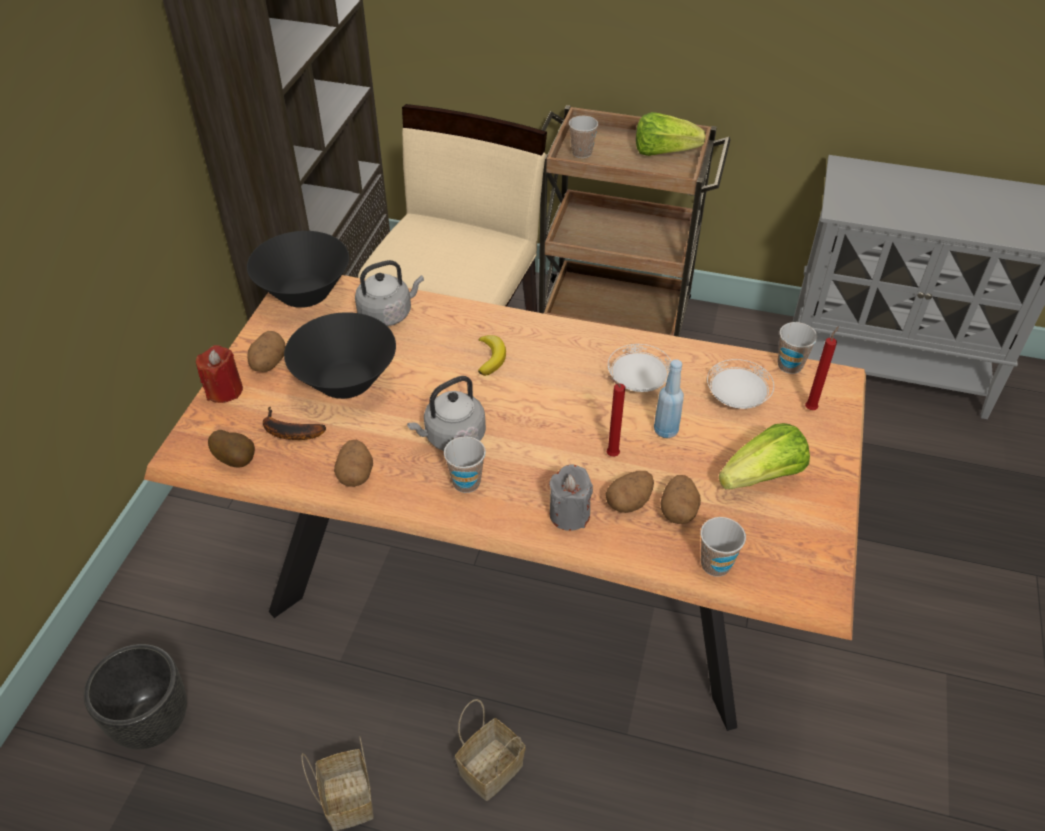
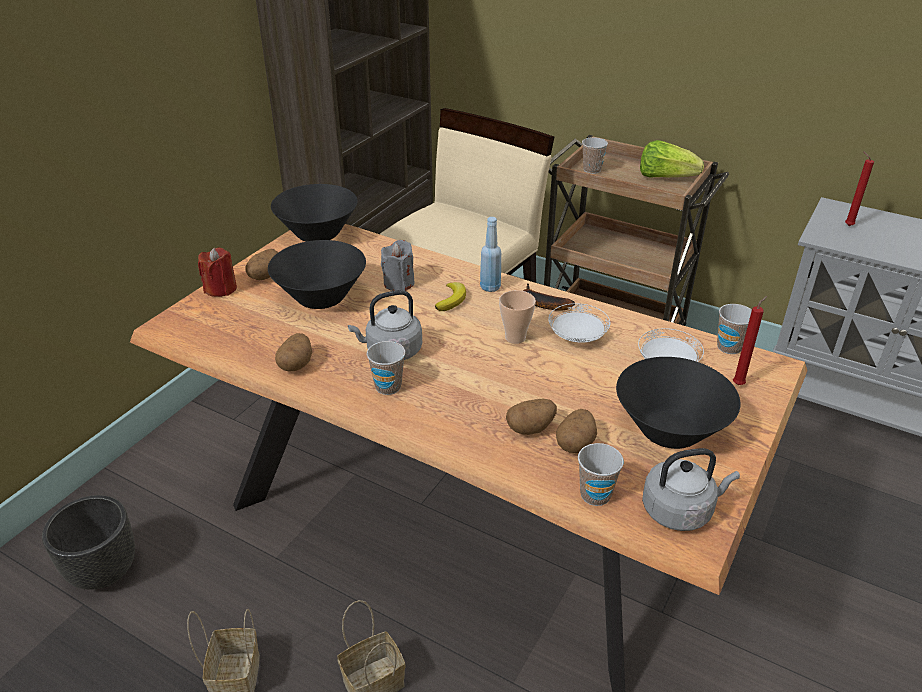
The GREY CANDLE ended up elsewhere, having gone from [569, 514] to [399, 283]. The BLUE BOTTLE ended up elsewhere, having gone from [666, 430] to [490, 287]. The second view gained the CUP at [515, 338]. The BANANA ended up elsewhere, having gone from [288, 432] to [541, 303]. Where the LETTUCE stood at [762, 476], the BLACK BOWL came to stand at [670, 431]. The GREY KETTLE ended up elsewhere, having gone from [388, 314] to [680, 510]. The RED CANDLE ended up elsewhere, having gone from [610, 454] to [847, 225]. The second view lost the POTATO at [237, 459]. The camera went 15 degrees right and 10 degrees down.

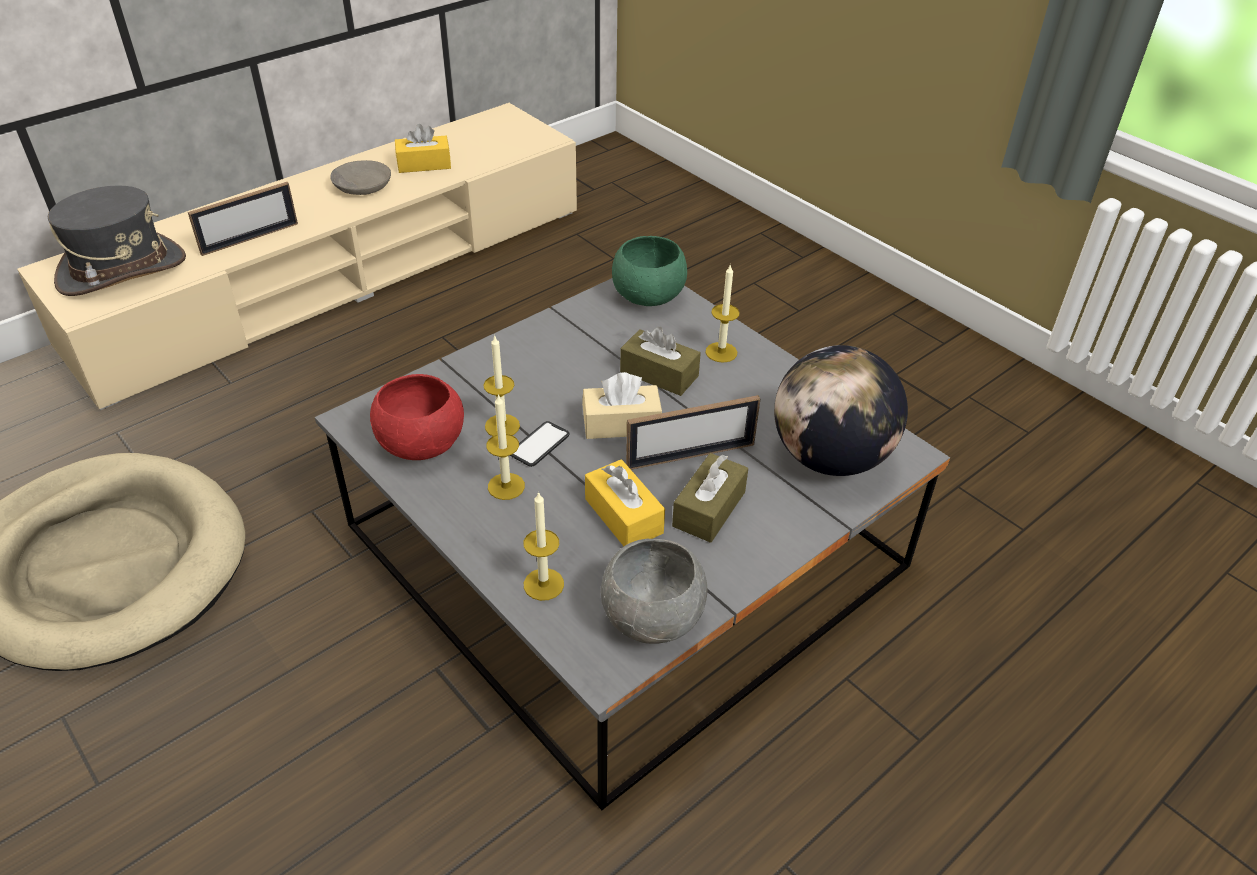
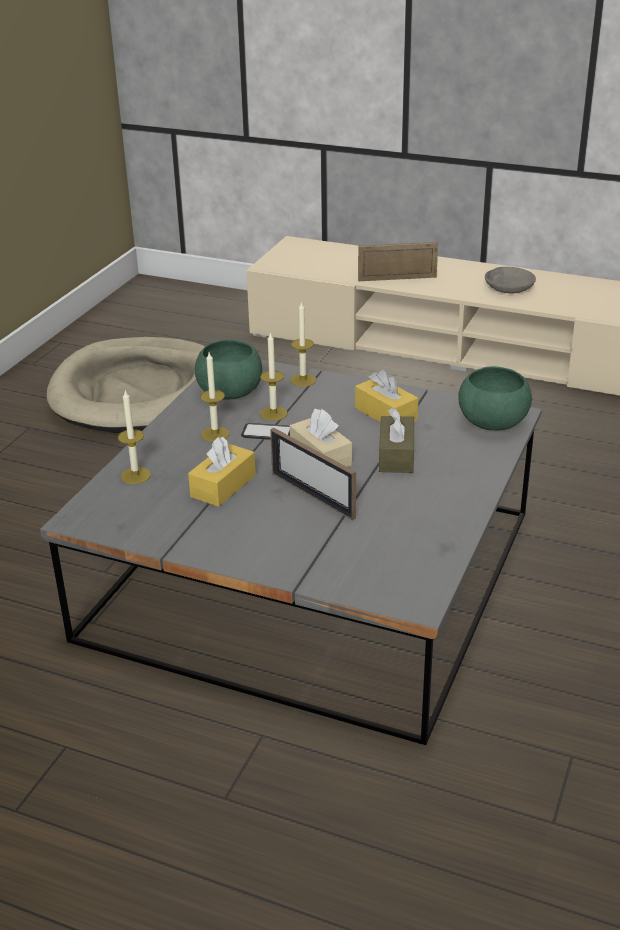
What was the RED BOWL at [422, 443] turned into the GREEN BOWL at [230, 393]. The CANDLE ended up elsewhere, having gone from [721, 352] to [303, 380]. The YELLOW TISSUE BOX ended up elsewhere, having gone from [424, 164] to [386, 414]. The PICTURE FRAME at [250, 238] ended up facing another way, 150 degrees clockwise from before. The second view lost the GREY HAT at [122, 271]. The second view lost the GREY BOWL at [653, 616]. The second view lost the BROWN TISSUE BOX at [709, 509]. The second view lost the GLOBE at [829, 457]. The camera went 65 degrees right and 10 degrees down.

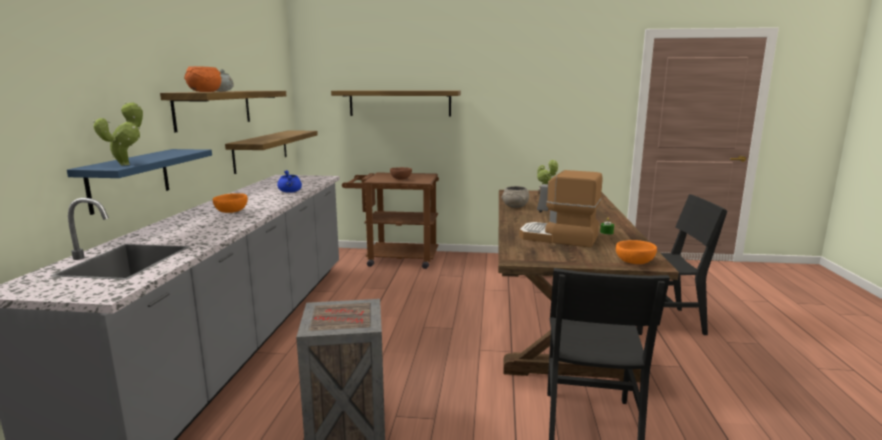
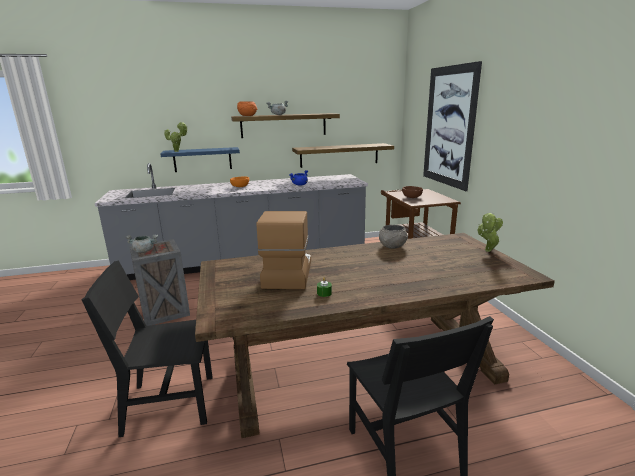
The second view gained the GREY COOKING POT at [144, 251]. Where the SHELF hung at [400, 103], the PICTURE came to hang at [449, 127]. The second view lost the ORANGE BOWL at [635, 262]. The camera went 70 degrees right and 5 degrees up.

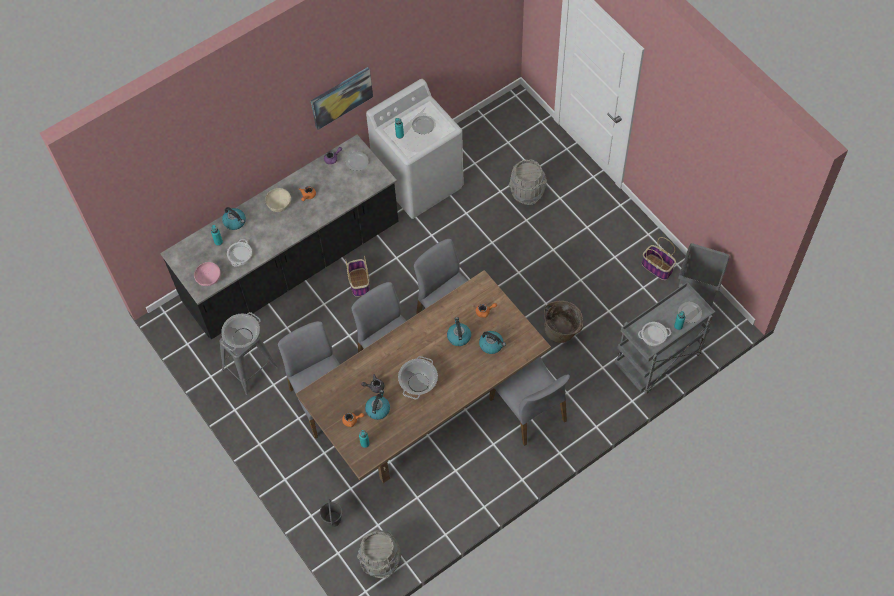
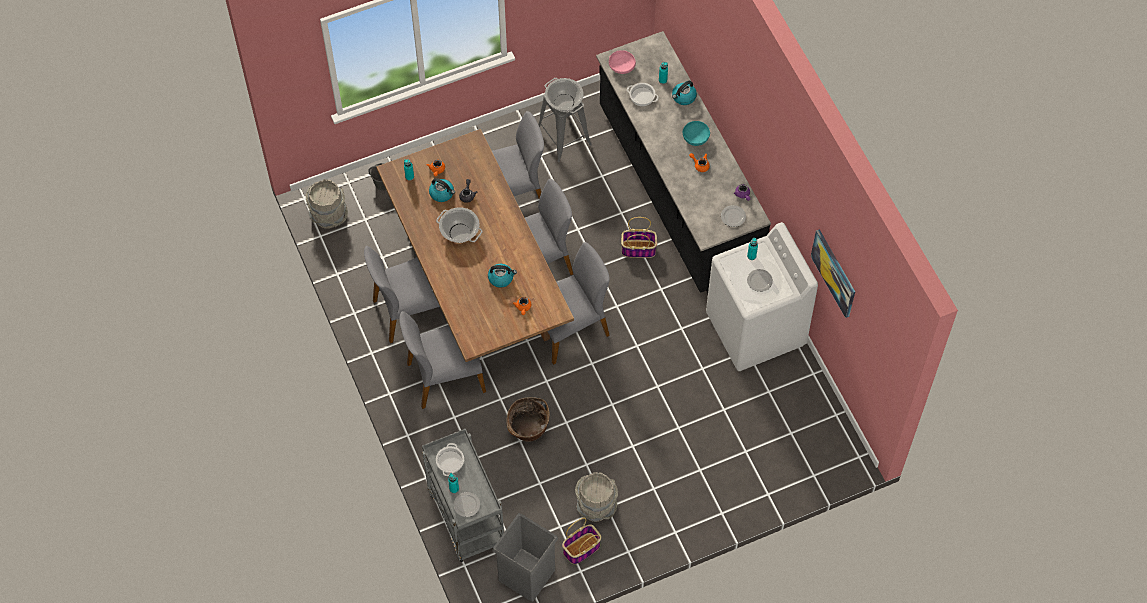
The second view gained the GREY CHAIR at [410, 311]. The GREY BUCKET ended up elsewhere, having gone from [527, 192] to [596, 506]. What was the BEIGE BOWL at [279, 204] turned into the TURQUOISE BOWL at [696, 138]. The PICTURE ended up elsewhere, having gone from [341, 97] to [834, 273]. The second view lost the KETTLE at [491, 345]. The camera went 100 degrees right and 0 degrees up.

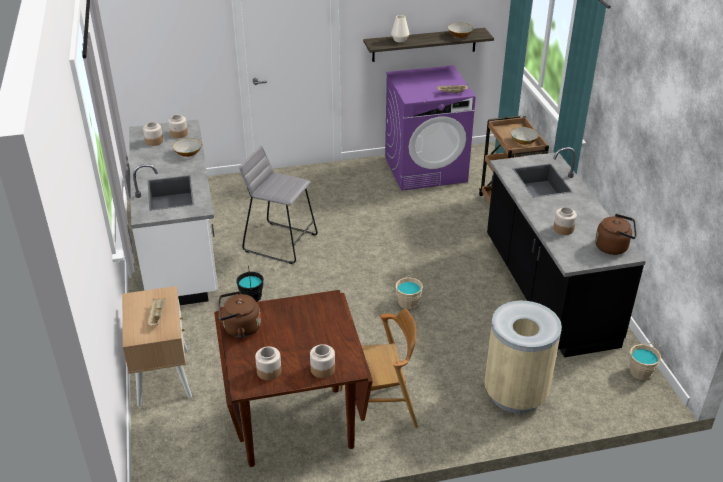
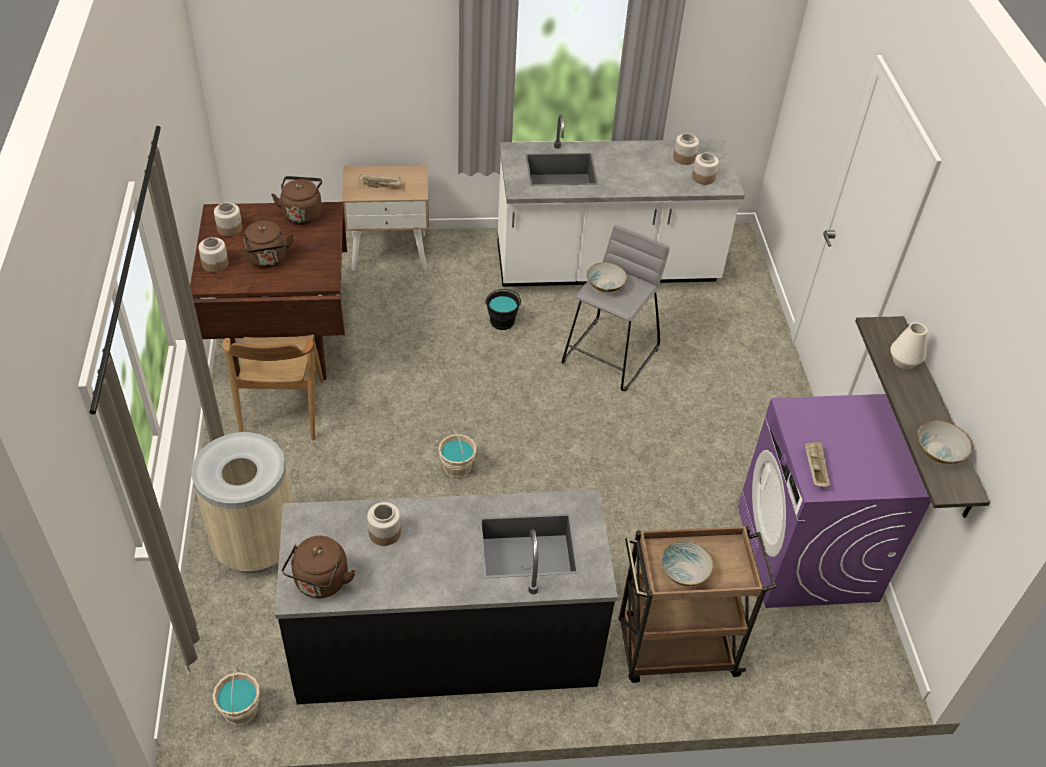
The second view gained the BROWN KETTLE at [267, 260]. The BOWL ended up elsewhere, having gone from [188, 153] to [605, 285]. The camera went 95 degrees right and 10 degrees up.

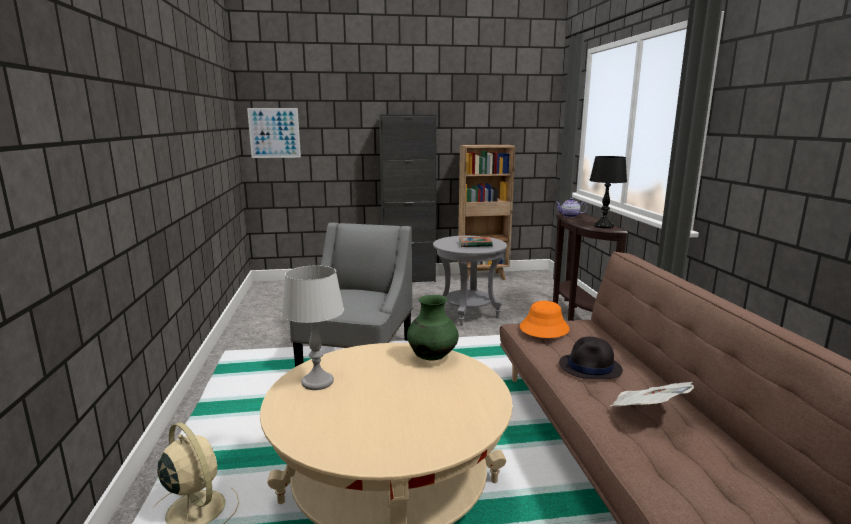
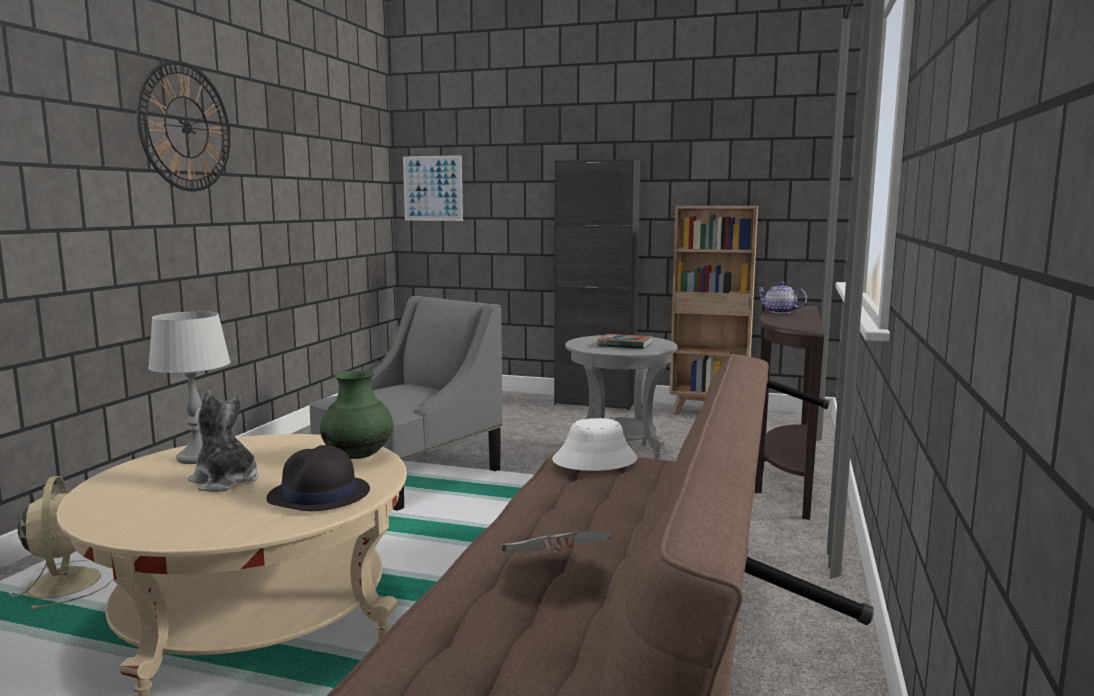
The second view gained the WALL CLOCK at [186, 127]. The second view gained the PLUSH TOY at [225, 482]. The BLACK HAT ended up elsewhere, having gone from [590, 367] to [319, 495]. What was the ORANGE HAT at [544, 328] turned into the WHITE HAT at [594, 460]. The second view lost the BLACK TABLE LAMP at [603, 226]. The camera went 25 degrees right and 5 degrees down.

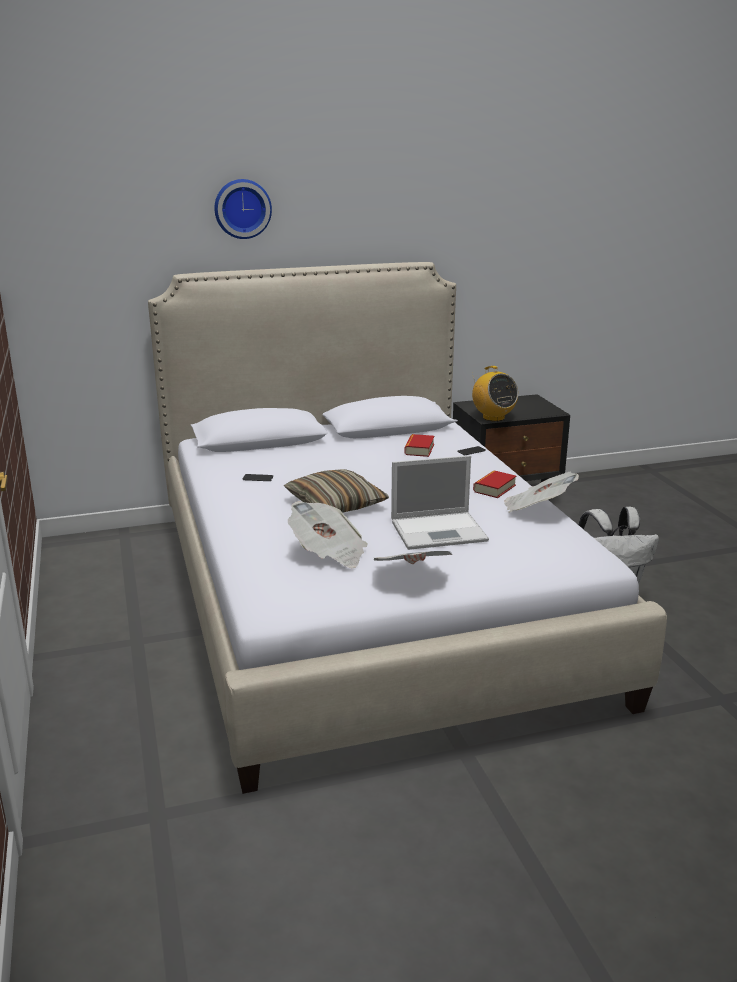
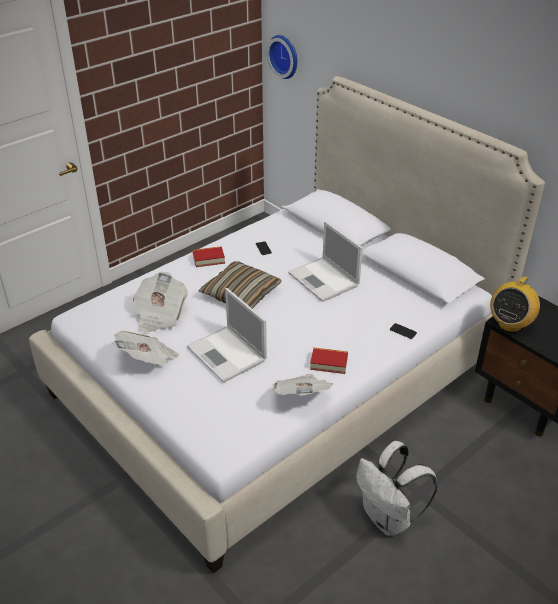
The BOOK ended up elsewhere, having gone from [419, 449] to [208, 259]. The WALL CLOCK ended up elsewhere, having gone from [242, 208] to [285, 56]. The second view gained the LAPTOP at [324, 280]. The camera went 65 degrees right and 15 degrees up.

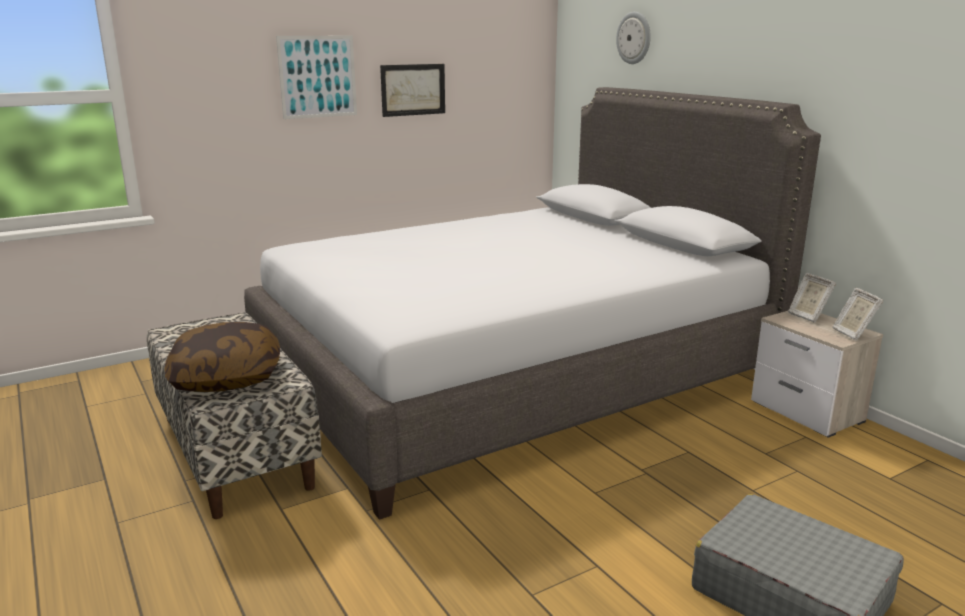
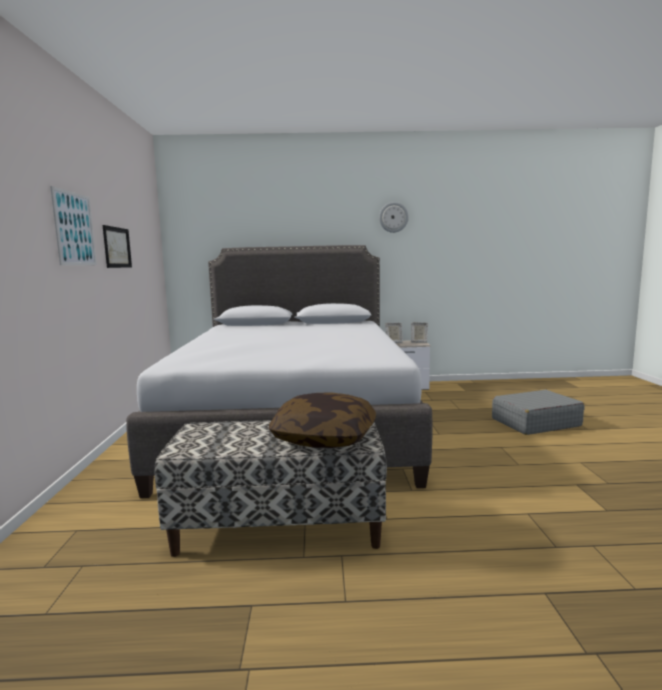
The WALL CLOCK ended up elsewhere, having gone from [634, 38] to [393, 217]. The camera went 60 degrees left and 10 degrees down.

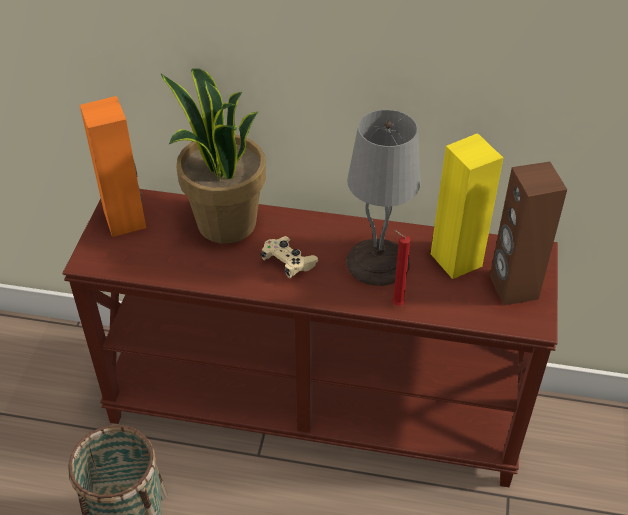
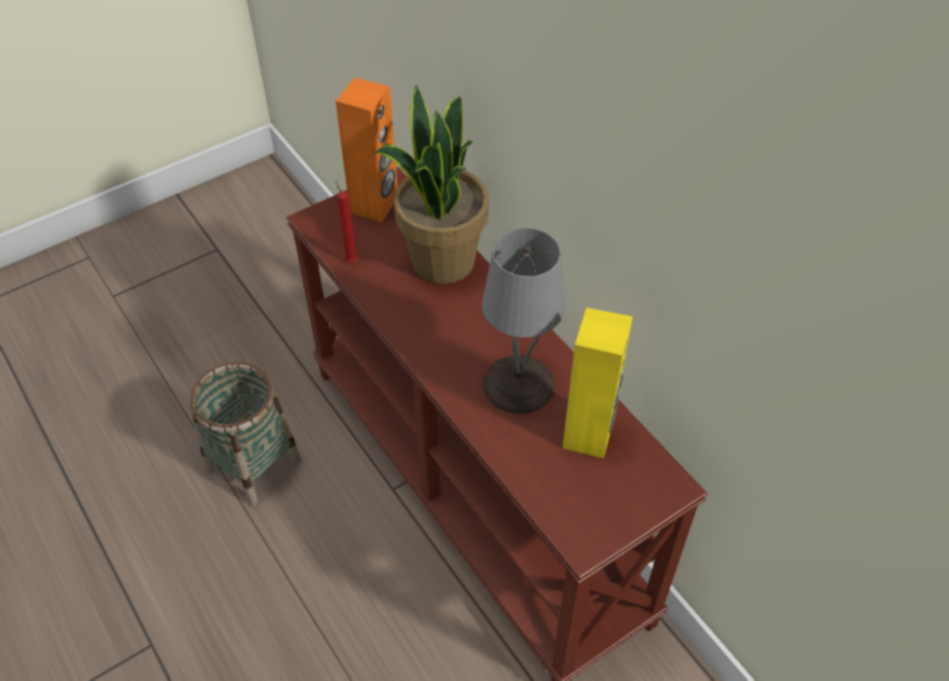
The RED CANDLE ended up elsewhere, having gone from [395, 304] to [350, 259]. The second view lost the BEIGE GAME CONTROLLER at [288, 263]. The second view lost the BROWN SPEAKER at [513, 287]. The camera went 45 degrees right and 5 degrees up.

